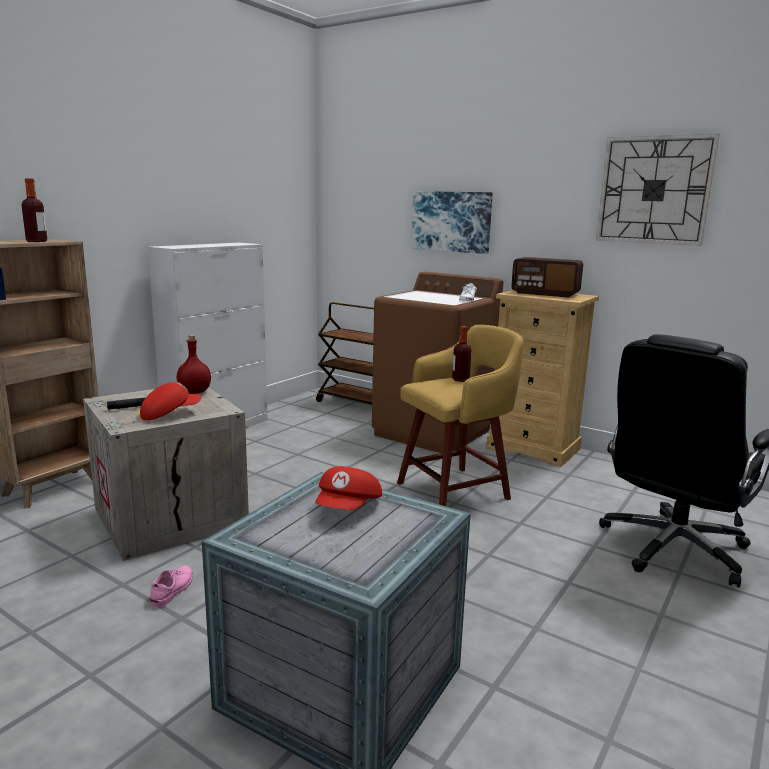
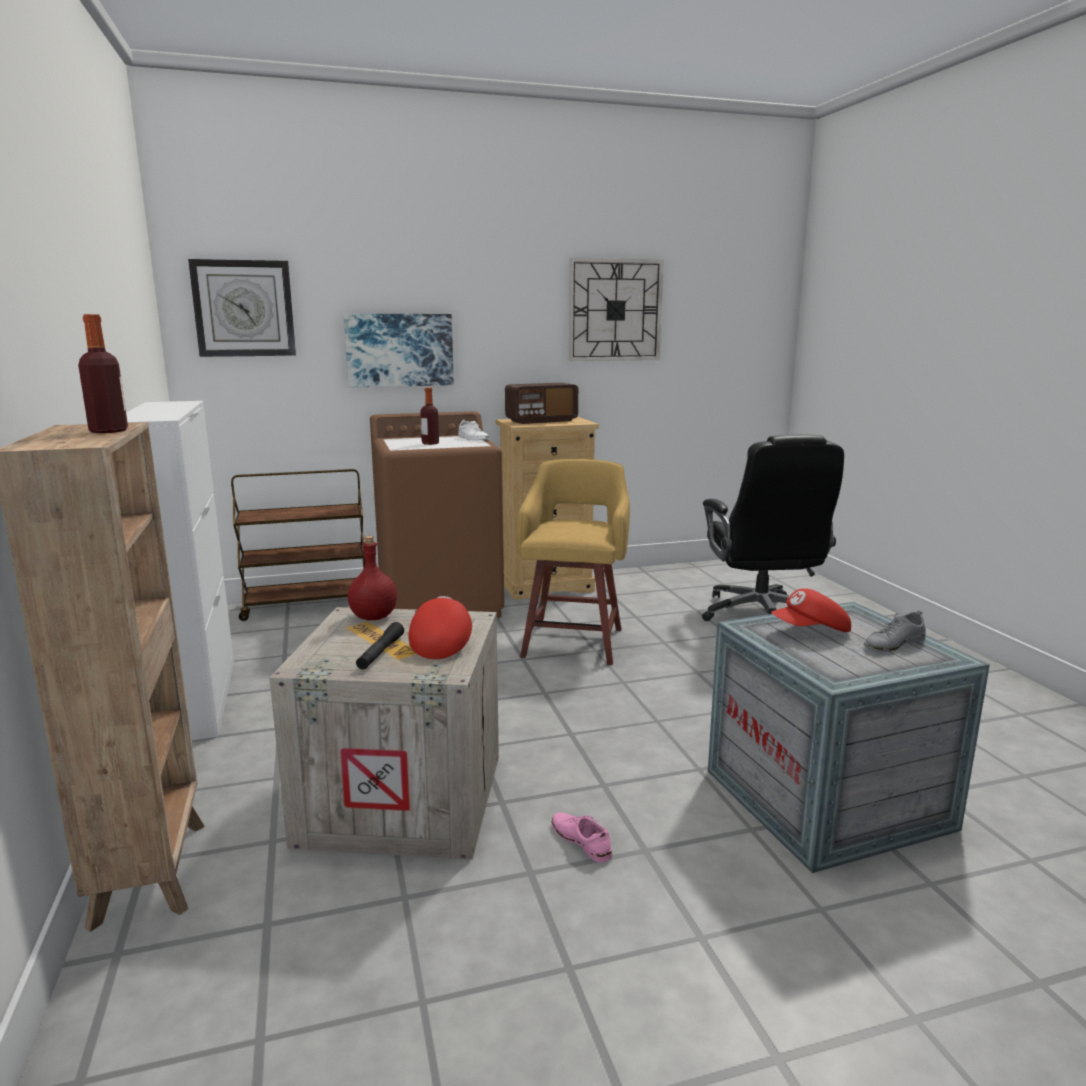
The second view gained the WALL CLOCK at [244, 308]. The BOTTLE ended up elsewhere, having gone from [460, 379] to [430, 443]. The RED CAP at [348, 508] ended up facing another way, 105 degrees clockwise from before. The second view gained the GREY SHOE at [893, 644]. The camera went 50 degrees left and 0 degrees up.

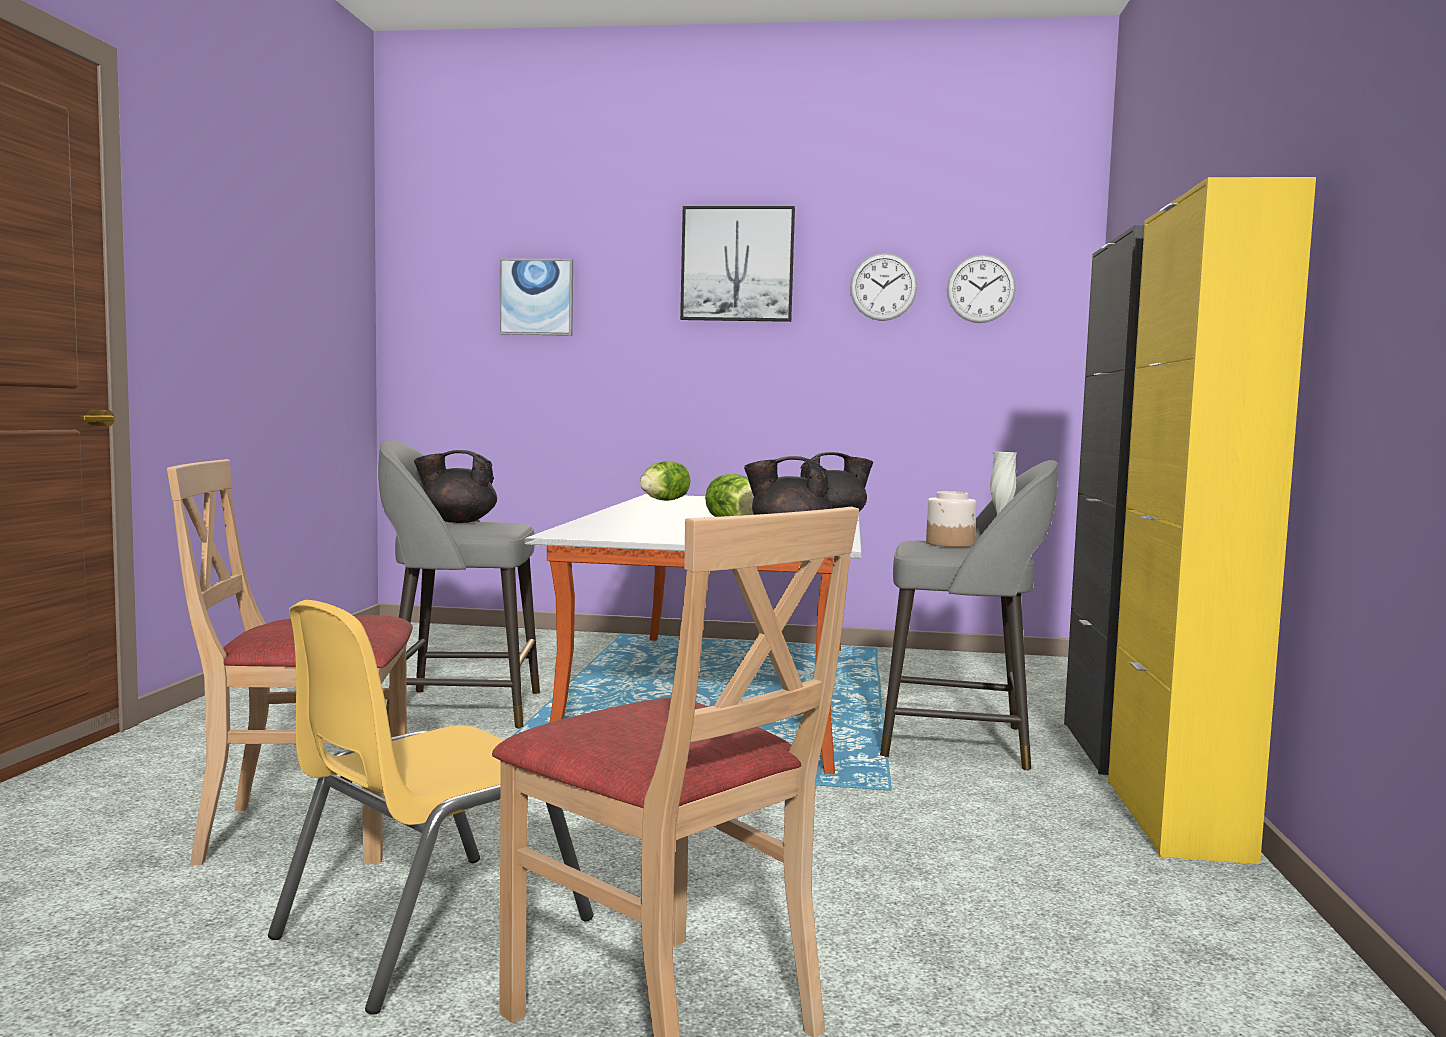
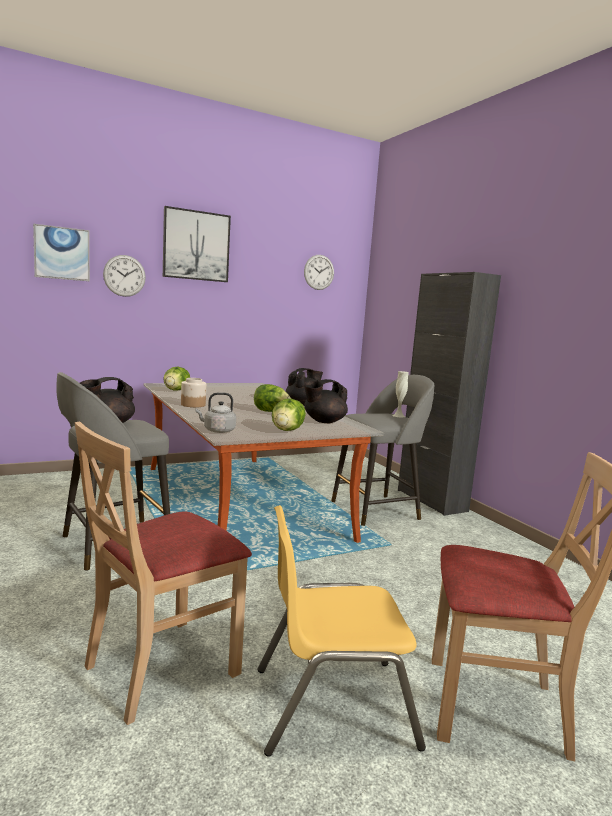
The WALL CLOCK ended up elsewhere, having gone from [883, 287] to [124, 275]. The JAR ended up elsewhere, having gone from [950, 544] to [193, 405]. The second view gained the GREY KETTLE at [217, 431]. The YELLOW CHAIR at [430, 928] ended up facing another way, 75 degrees clockwise from before. The second view gained the LETTUCE at [287, 430]. The second view lost the YELLOW CABINET at [1176, 819]. The camera went 35 degrees left and 5 degrees up.

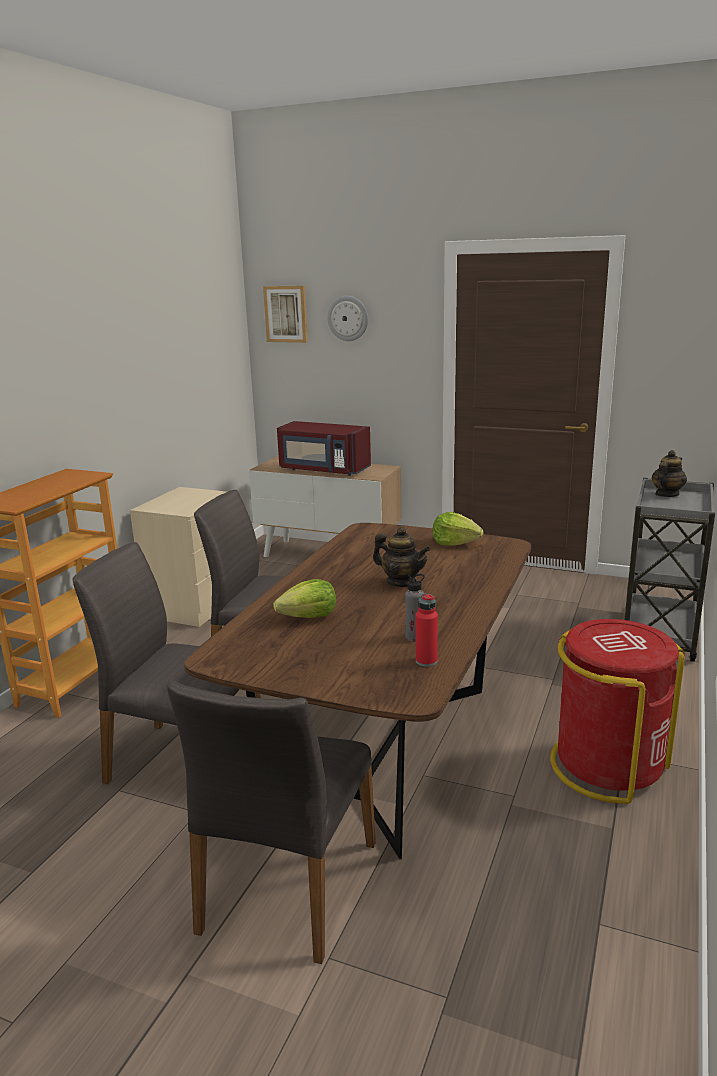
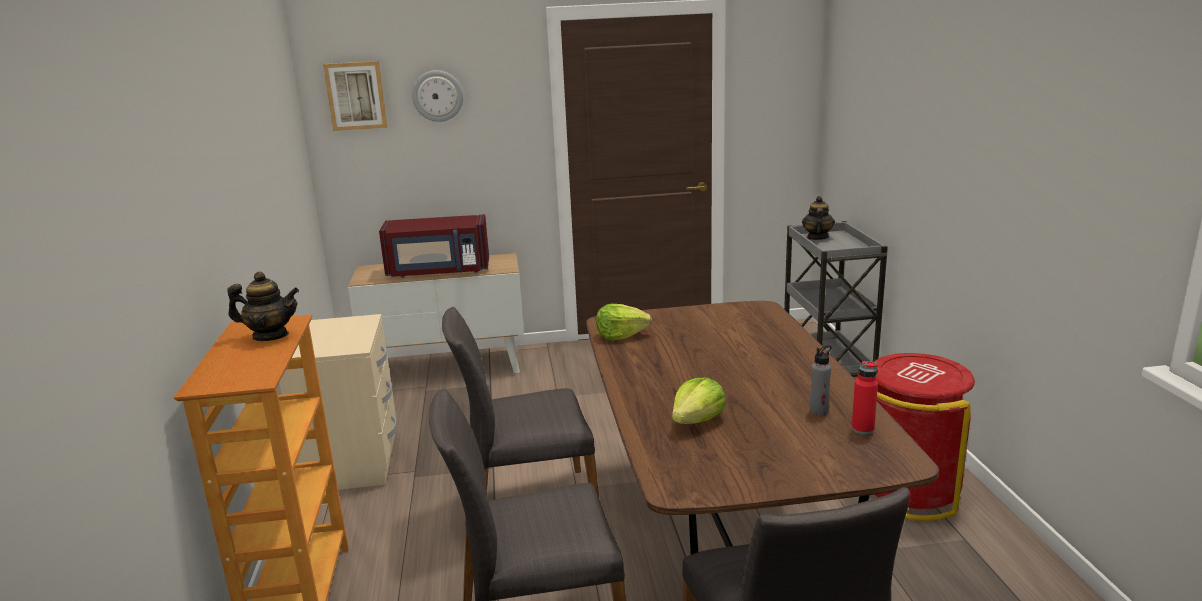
The TEAPOT ended up elsewhere, having gone from [401, 582] to [270, 336]. The LETTUCE ended up elsewhere, having gone from [455, 543] to [621, 335]. The camera went 30 degrees left and 0 degrees up.

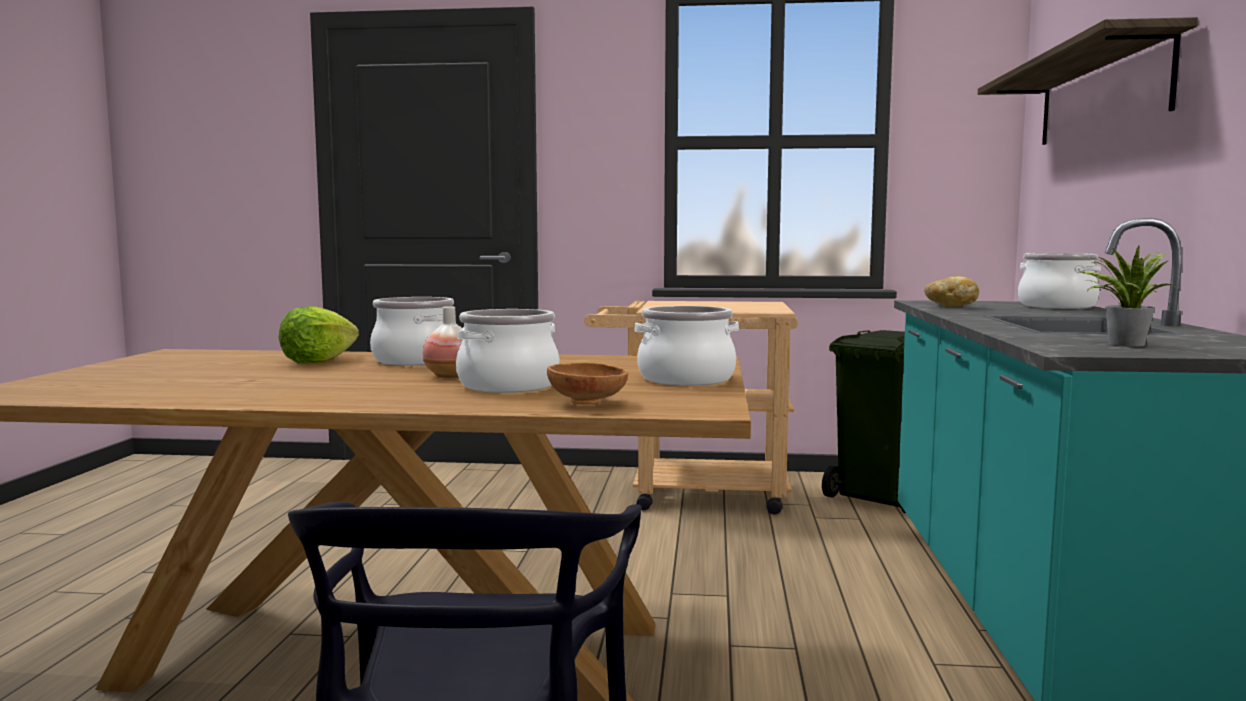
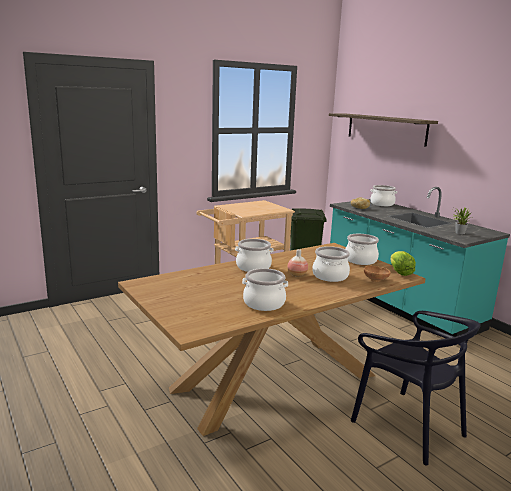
The second view gained the COOKING POT at [264, 303]. The LETTUCE ended up elsewhere, having gone from [318, 361] to [399, 272]. The camera went 40 degrees left and 10 degrees up.

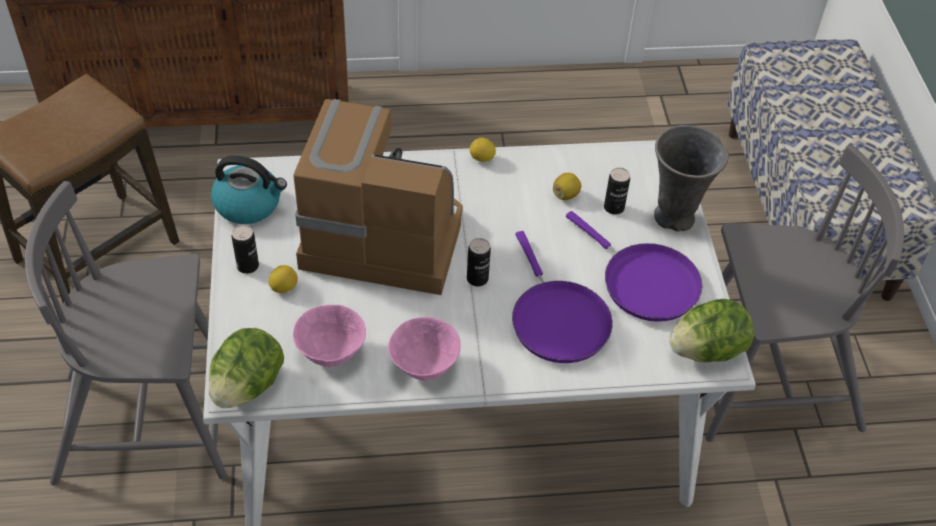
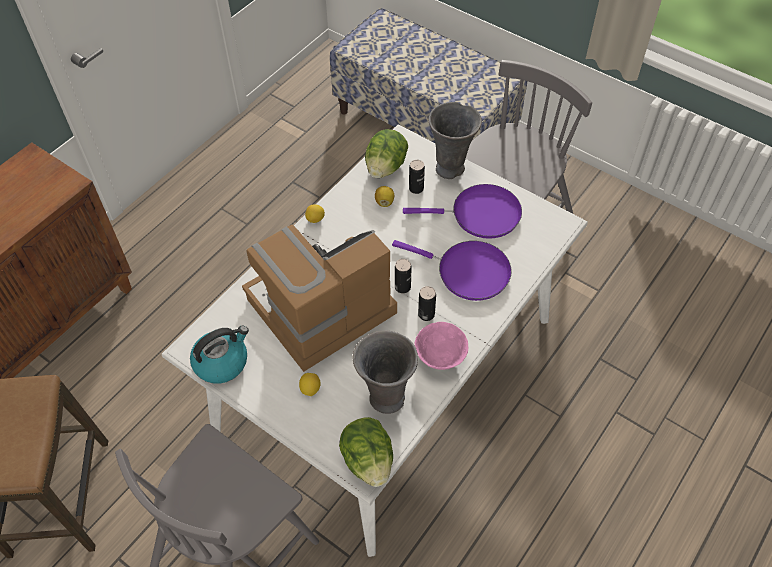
Where the PINK BOWL stood at [331, 352], the GREY VASE came to stand at [385, 398]. The LETTUCE ended up elsewhere, having gone from [707, 350] to [385, 167]. The CAN ended up elsewhere, having gone from [248, 266] to [426, 314]. The camera went 45 degrees left and 5 degrees up.

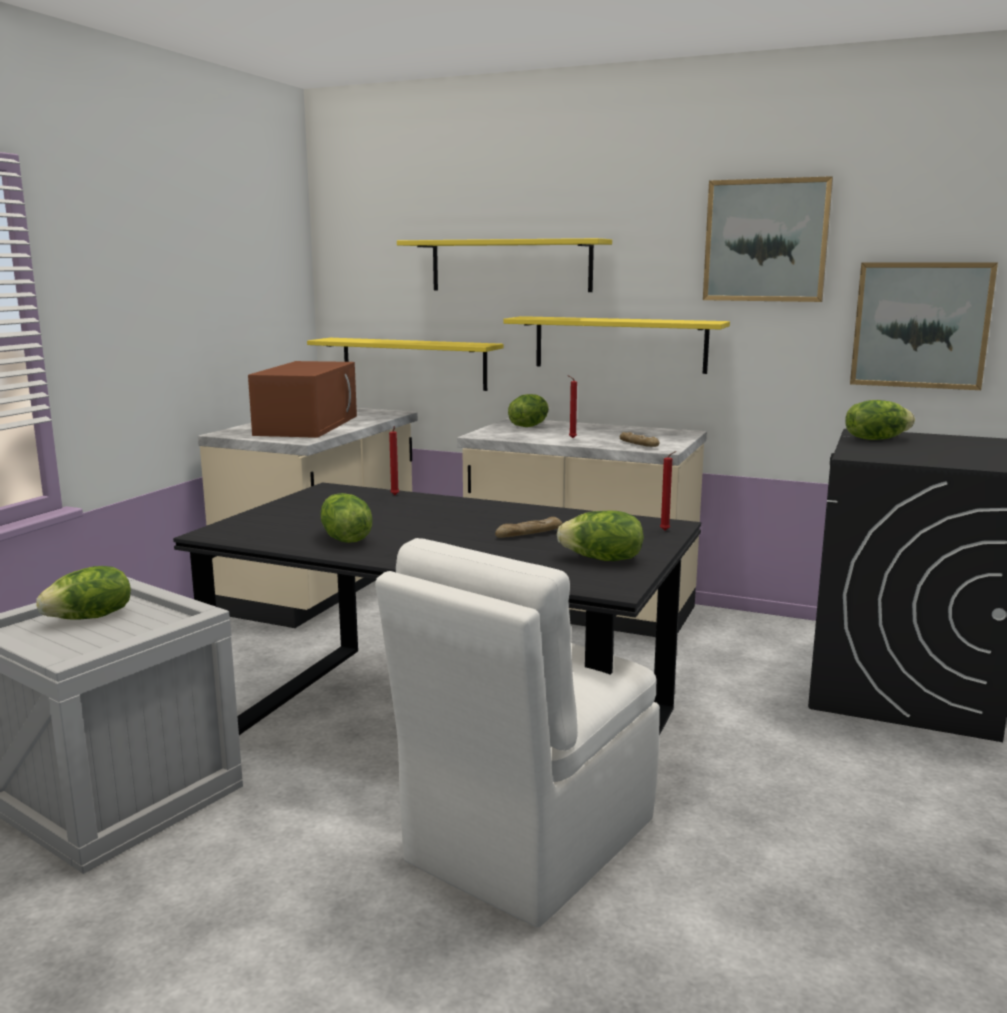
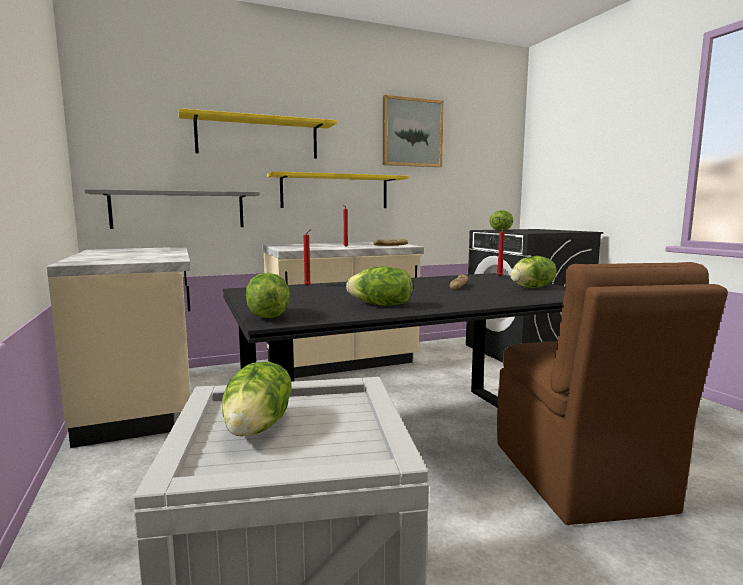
What was the YELLOW SHELF at [413, 363] turned into the GREY SHELF at [178, 210]. The LETTUCE ended up elsewhere, having gone from [528, 426] to [267, 316]. What was the WHITE CHAIR at [526, 843] turned into the BROWN CHAIR at [580, 478]. The second view lost the BROWN MICROWAVE at [307, 425]. The second view lost the PICTURE at [920, 325]. The camera went 45 degrees left and 5 degrees down.

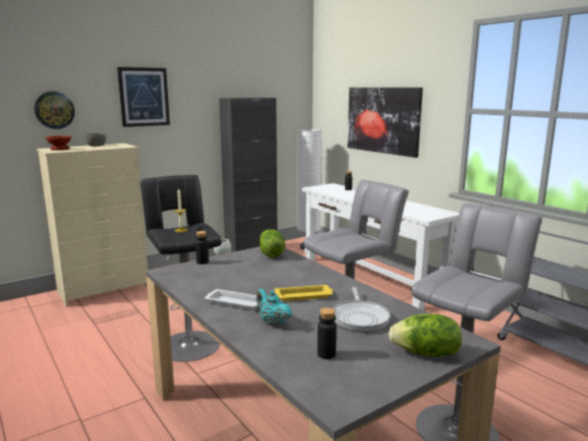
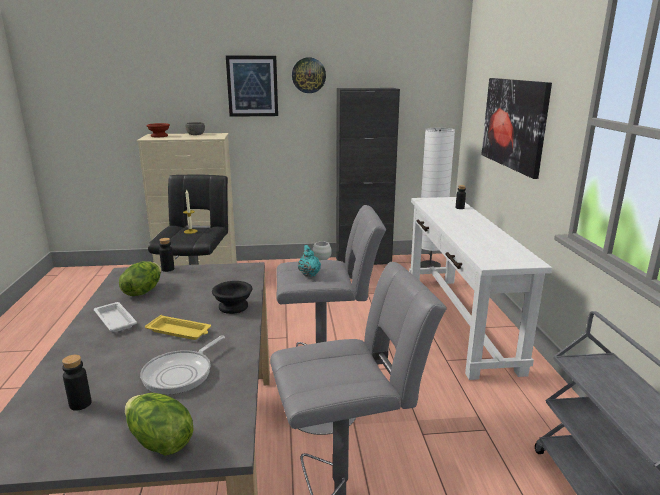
The LETTUCE ended up elsewhere, having gone from [270, 254] to [142, 291]. The second view gained the BLACK BOWL at [233, 306]. The WALL CLOCK ended up elsewhere, having gone from [54, 110] to [308, 75]. The TURQUOISE TEAPOT ended up elsewhere, having gone from [272, 322] to [309, 274]. The camera went 30 degrees right and 5 degrees up.

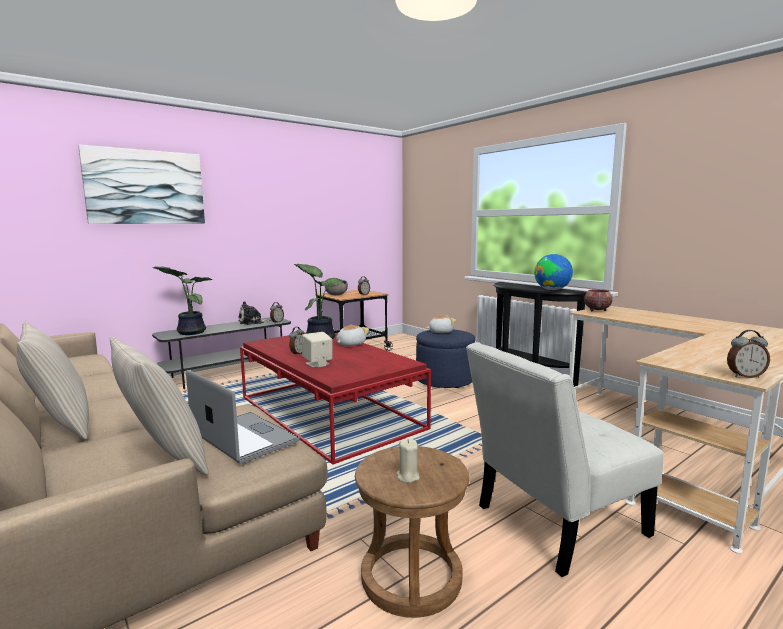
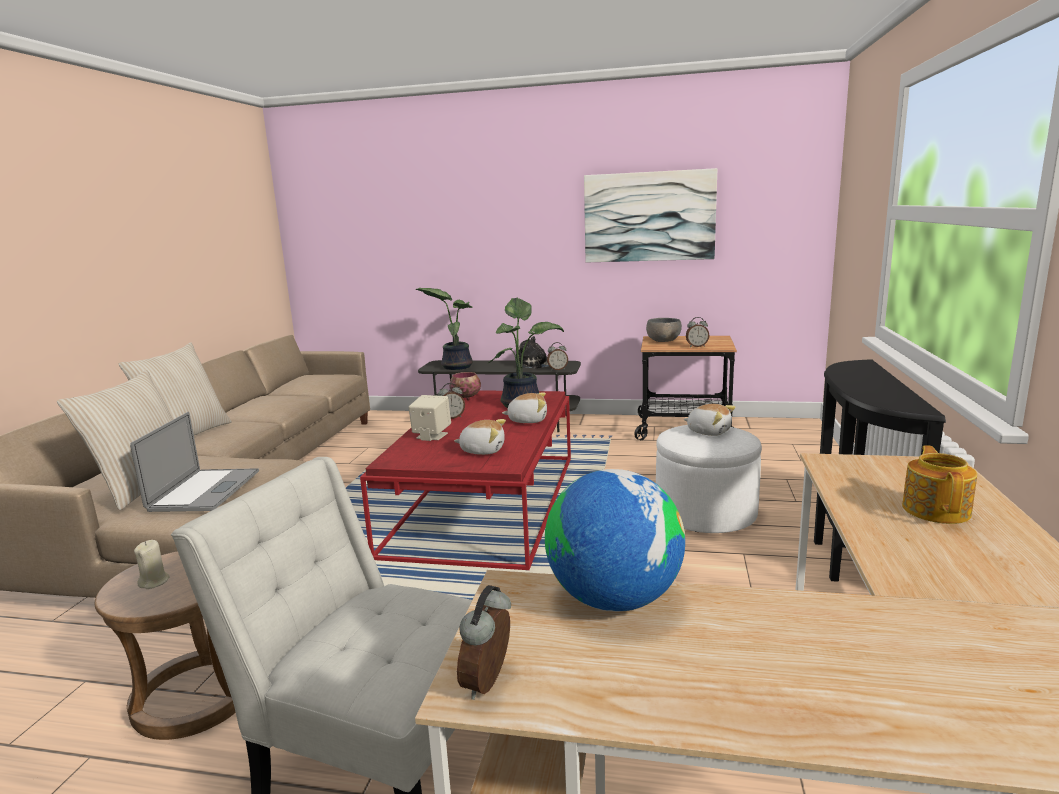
The BOWL ended up elsewhere, having gone from [596, 310] to [466, 397]. The second view gained the PLUSH TOY at [482, 450]. The ALARM CLOCK at [744, 376] ended up facing another way, 60 degrees clockwise from before. The GLOBE ended up elsewhere, having gone from [552, 290] to [614, 600]. The PICTURE ended up elsewhere, having gone from [146, 187] to [649, 217]. What was the BLUE OTTOMAN at [444, 380] turned into the WHITE OTTOMAN at [705, 513]. The second view gained the TEAPOT at [936, 510]. The camera went 50 degrees right and 5 degrees up.

